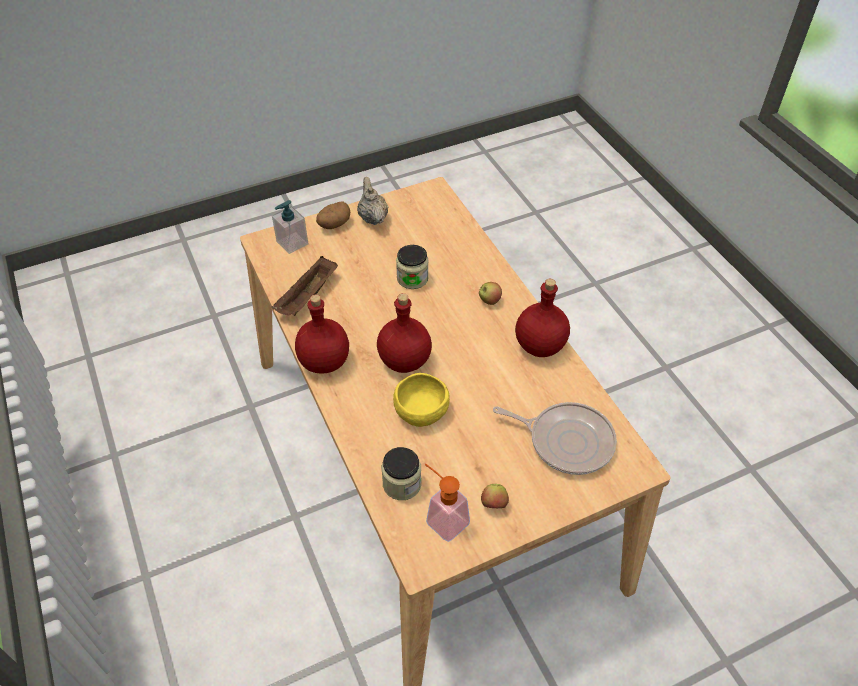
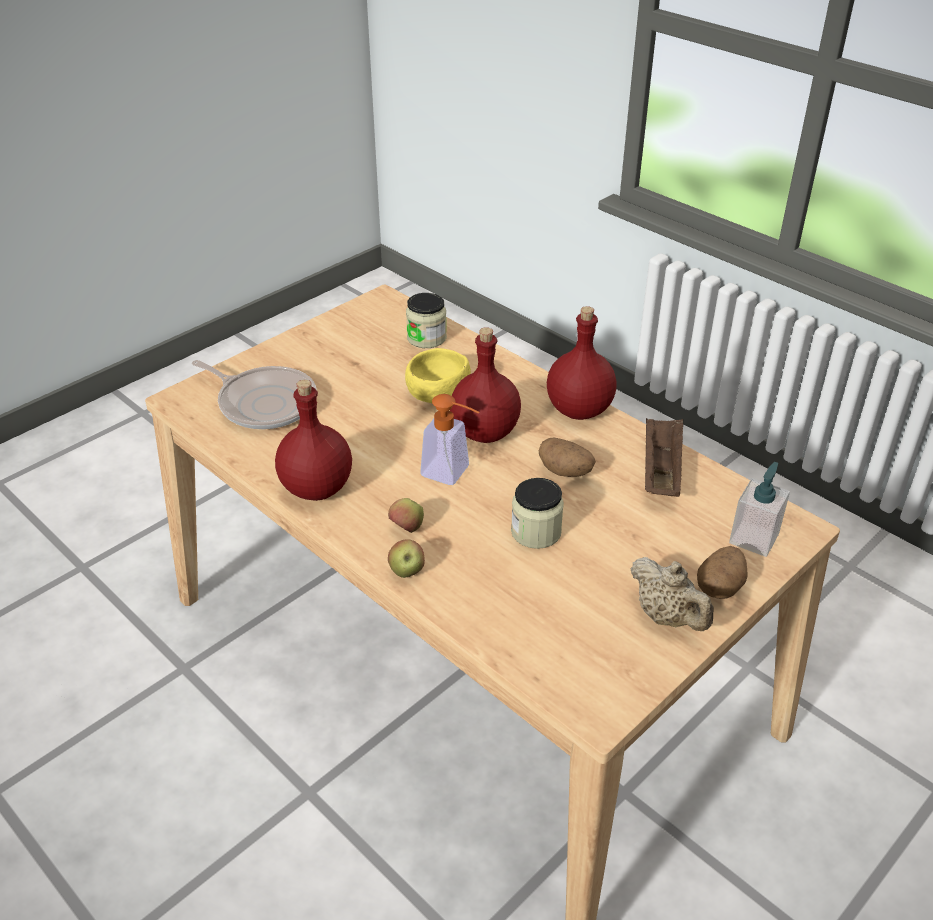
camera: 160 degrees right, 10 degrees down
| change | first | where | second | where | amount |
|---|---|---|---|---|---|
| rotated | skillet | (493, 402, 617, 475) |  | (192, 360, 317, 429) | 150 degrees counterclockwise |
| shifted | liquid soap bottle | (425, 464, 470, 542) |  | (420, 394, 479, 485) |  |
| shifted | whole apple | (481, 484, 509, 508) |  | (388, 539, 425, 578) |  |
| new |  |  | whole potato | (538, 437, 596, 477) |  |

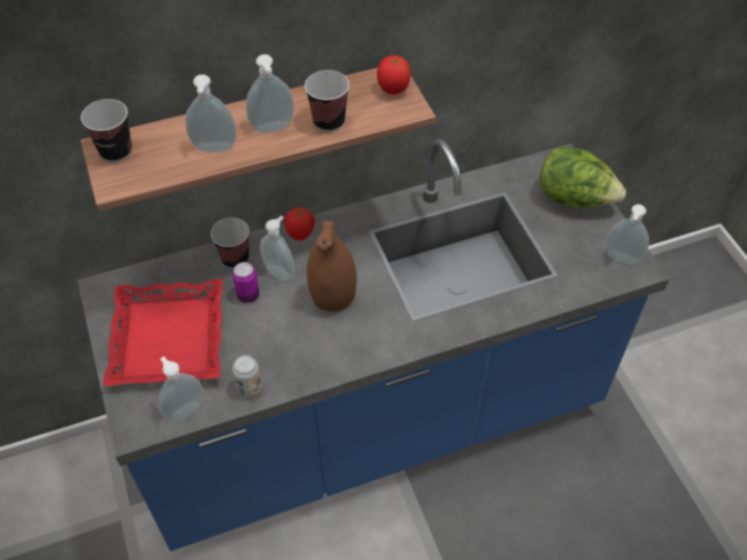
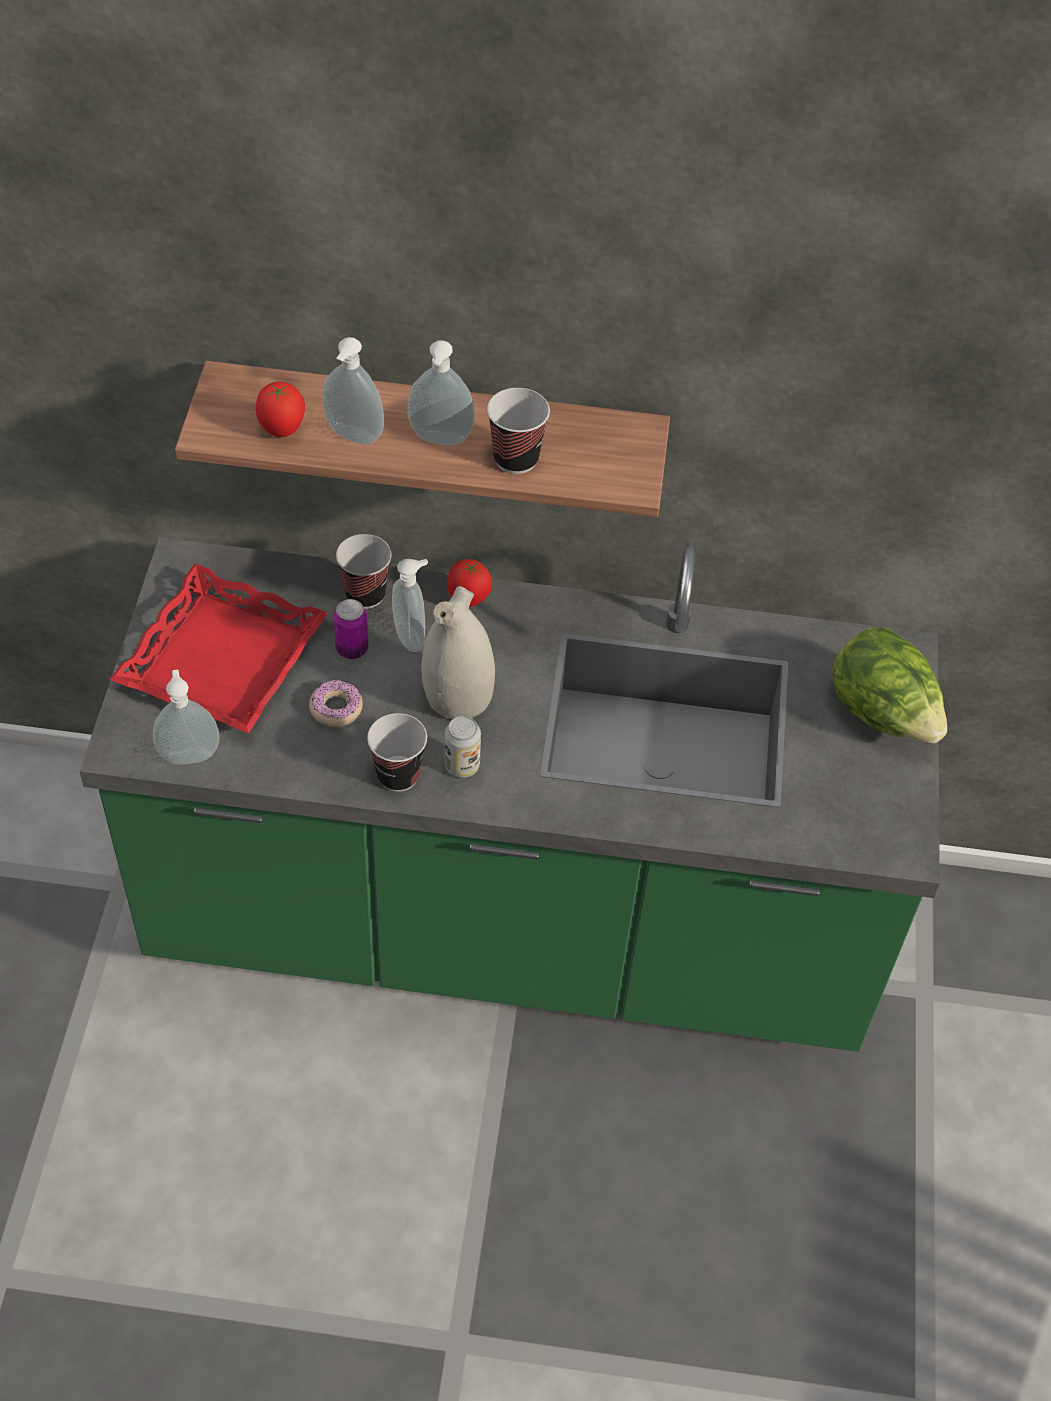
camera: 25 degrees right, 0 degrees up
| change | first | where | second | where | amount |
|---|---|---|---|---|---|
| shifted | whole tomato | (377, 55, 411, 95) |  | (256, 382, 305, 438) |  |
| shifted | drinking cup | (81, 99, 132, 162) |  | (367, 713, 427, 792) |  |
| repainted | kitchen counter/bluish | (77, 138, 669, 551) | kitchen counter/green-coloured | (79, 537, 940, 1052) |  |
| gone | liquid soap bottle | (605, 204, 649, 265) |  |  |  |
| repainted | decorative vase/brown-coloured | (307, 221, 357, 312) | decorative vase/white | (421, 586, 495, 719) |  |
| shifted | sealed can | (232, 355, 262, 398) |  | (445, 716, 481, 778) |  |
| new |  |  | doughnut | (309, 680, 363, 727) |  |

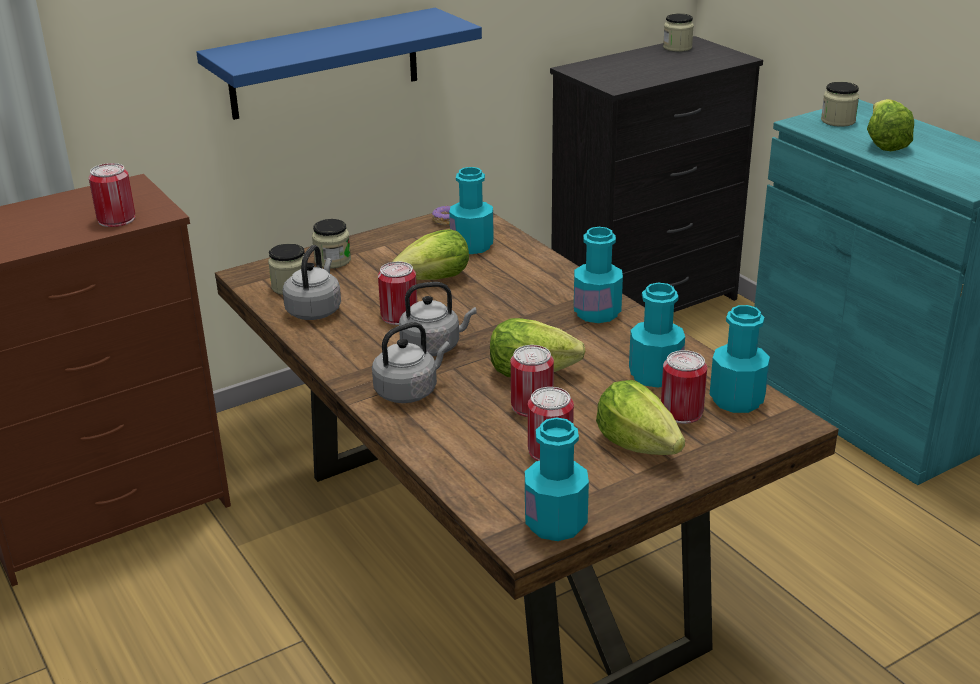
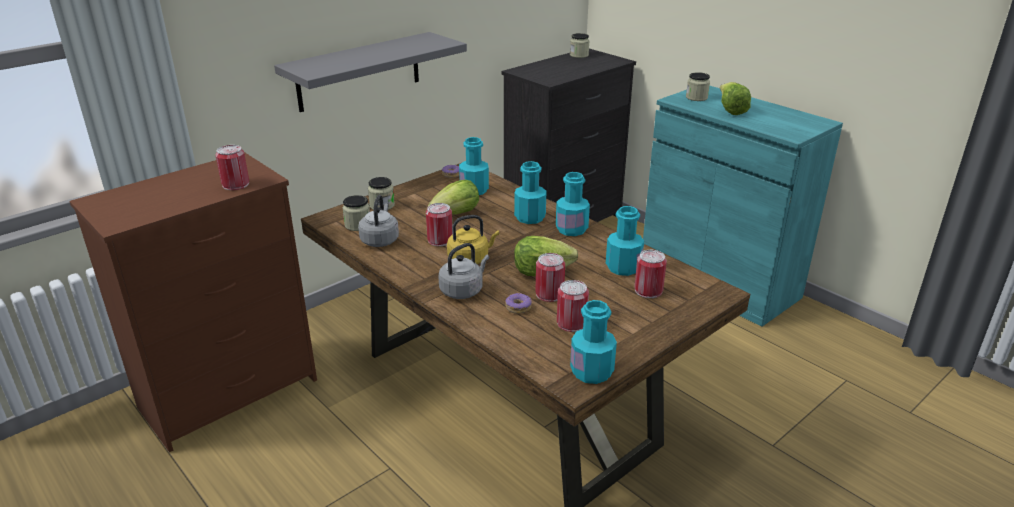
camera: 10 degrees left, 0 degrees up
| change | first | where | second | where | amount |
|---|---|---|---|---|---|
| repainted | wall shelf/bluish | (196, 8, 482, 120) | wall shelf/grey | (274, 32, 467, 112) |  |
| repainted | kettle/grey | (399, 282, 477, 356) | kettle/yellowish | (447, 215, 499, 264) |  |
| shifted | bottle/turquoise | (709, 305, 770, 413) |  | (514, 161, 546, 224) |  |
| gone | lettuce head | (596, 380, 685, 455) |  |  |  |
| new |  |  | doughnut | (505, 293, 532, 314) |  |

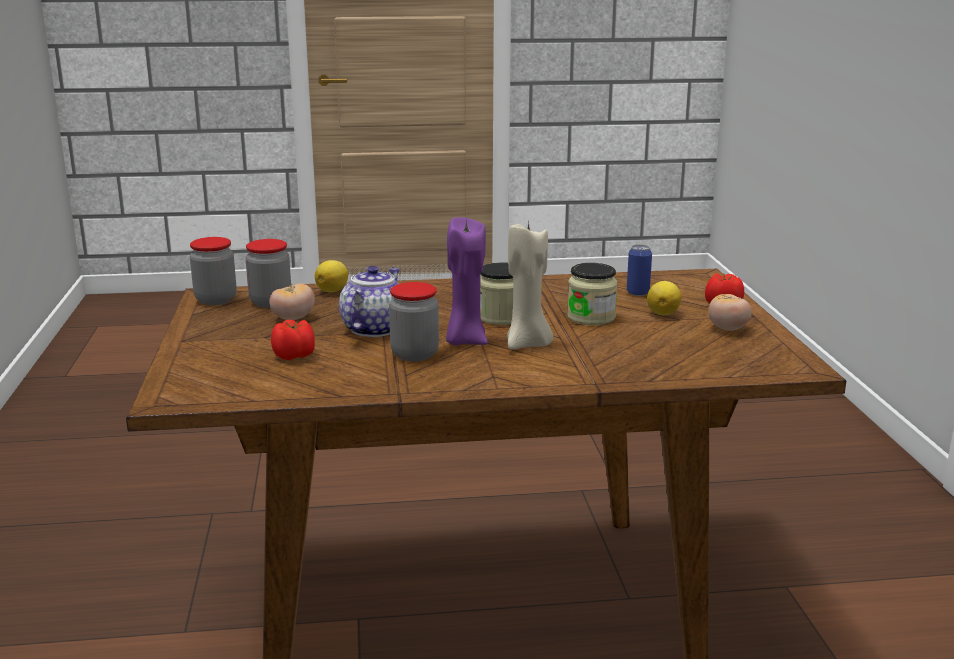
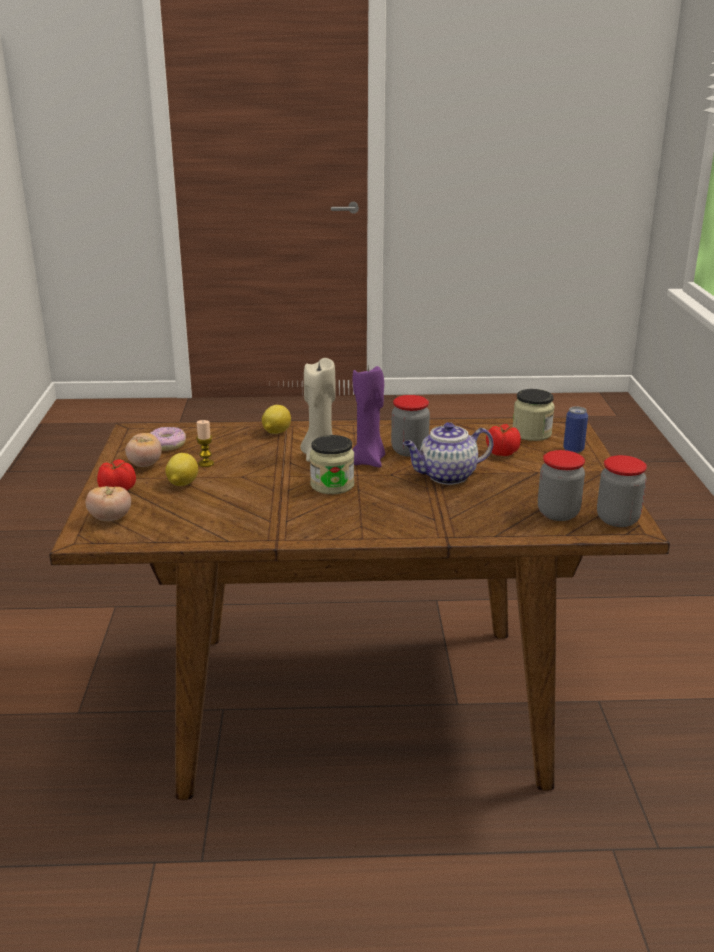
camera: 175 degrees left, 5 degrees up
| change | first | where | second | where | amount |
|---|---|---|---|---|---|
| shifted | sealed can | (627, 244, 652, 296) |  | (563, 406, 588, 453) |  |
| shifted | whole lemon | (315, 260, 348, 292) |  | (262, 405, 291, 434) |  |
| shifted | jar | (567, 263, 618, 325) |  | (513, 389, 555, 441) |  |
| rotated | teapot | (339, 266, 399, 337) |  | (403, 422, 493, 485) | 45 degrees clockwise |
| shifted | whole tomato | (269, 284, 315, 320) |  | (85, 486, 131, 521) |  |
| new |  |  | wax candle | (196, 420, 214, 467) |  |
| new |  |  | doughnut | (150, 427, 186, 451) |  |

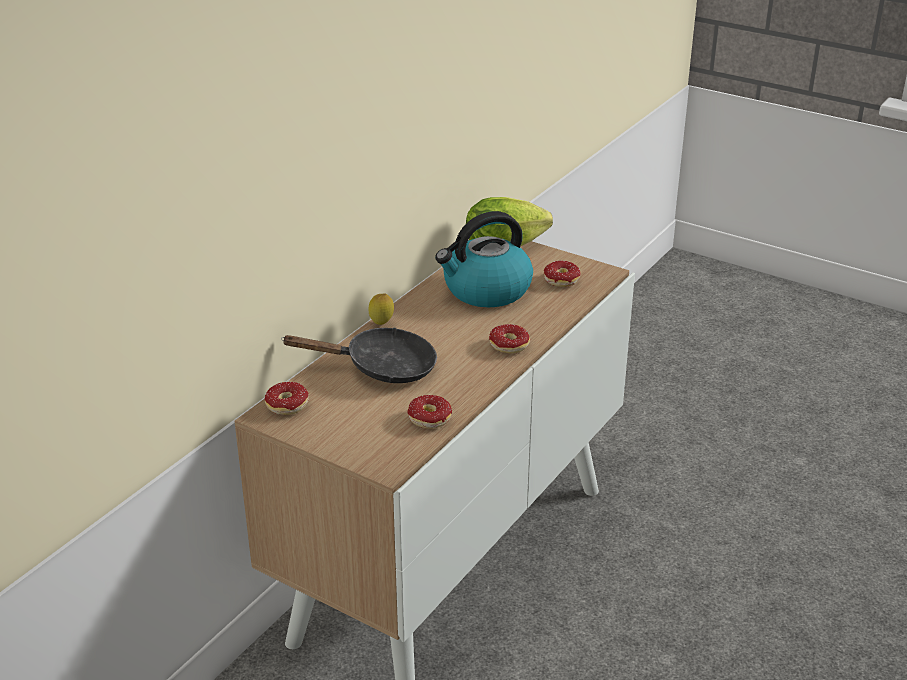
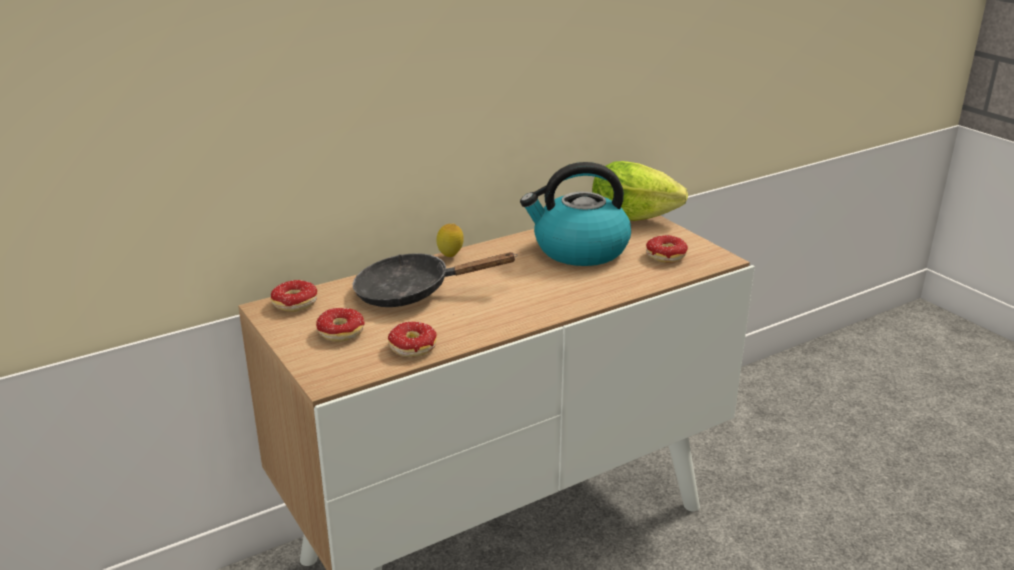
camera: 25 degrees right, 5 degrees down
| change | first | where | second | where | amount |
|---|---|---|---|---|---|
| shifted | doughnut | (489, 324, 530, 354) |  | (316, 308, 365, 342) |  |
| rotated | skillet/black-coloured | (281, 327, 437, 383) |  | (352, 252, 517, 307) | 150 degrees clockwise |

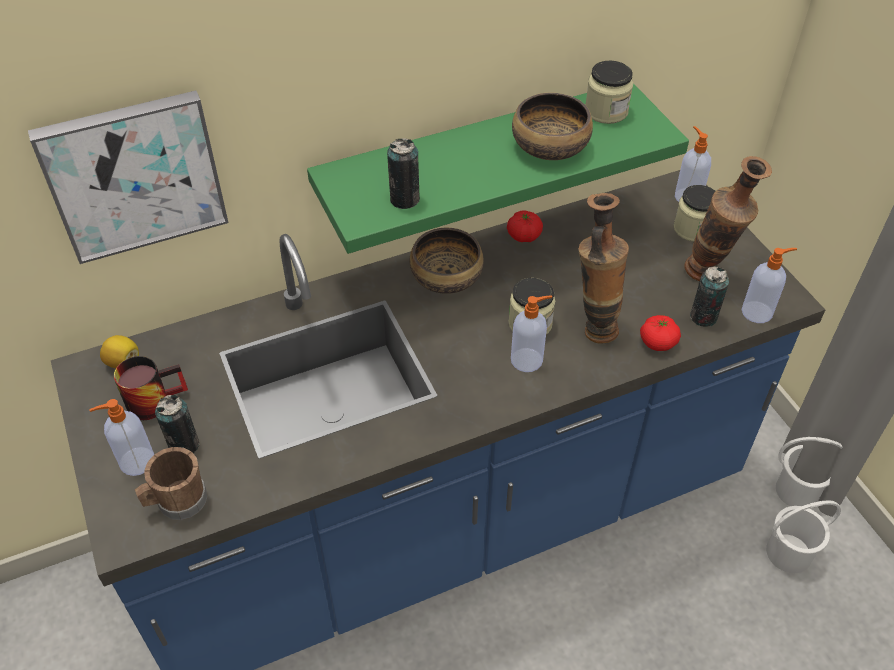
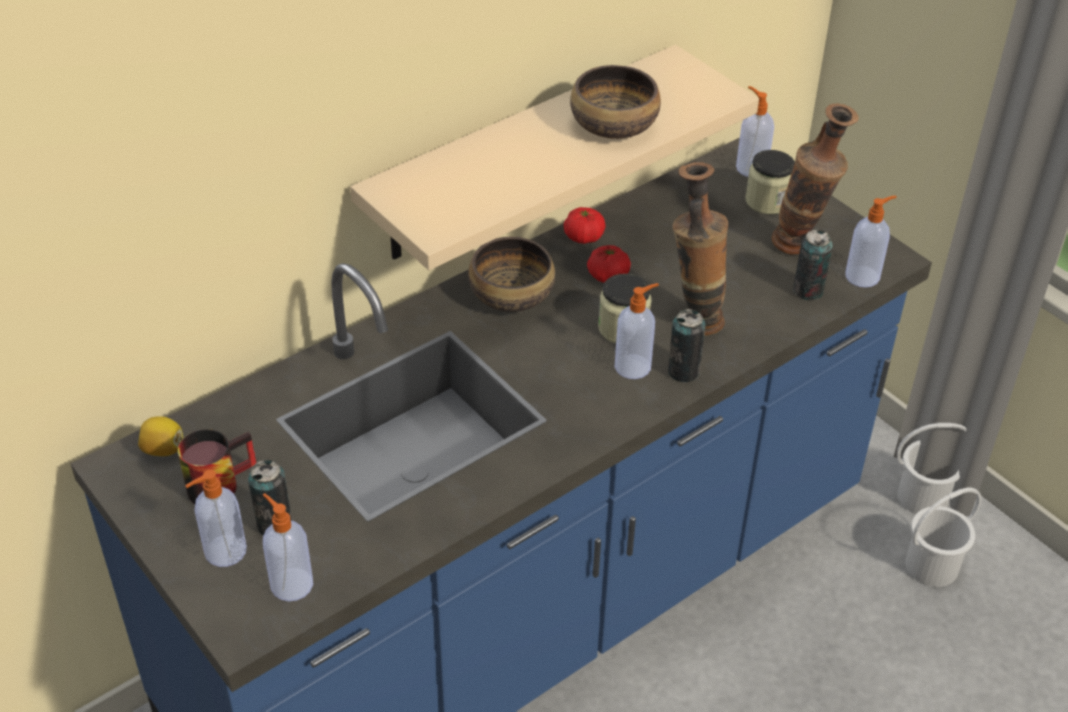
camera: 15 degrees left, 5 degrees down
| change | first | where | second | where | amount |
|---|---|---|---|---|---|
| gone | jar | (585, 61, 633, 124) |  |  |  |
| repainted | wall shelf/green-coloured | (307, 83, 689, 254) | wall shelf/beige-coloured | (350, 45, 759, 270) |  |
| gone | wall picture | (28, 90, 229, 264) |  |  |  |
| shifted | sealed can | (387, 138, 420, 209) |  | (668, 309, 706, 383) |  |
| shifted | whole tomato | (640, 315, 681, 351) |  | (587, 245, 631, 283) |  |
| swapped | tea mug/brown-coloured | (135, 447, 208, 520) | liquid soap bottle | (263, 493, 313, 601) |  |

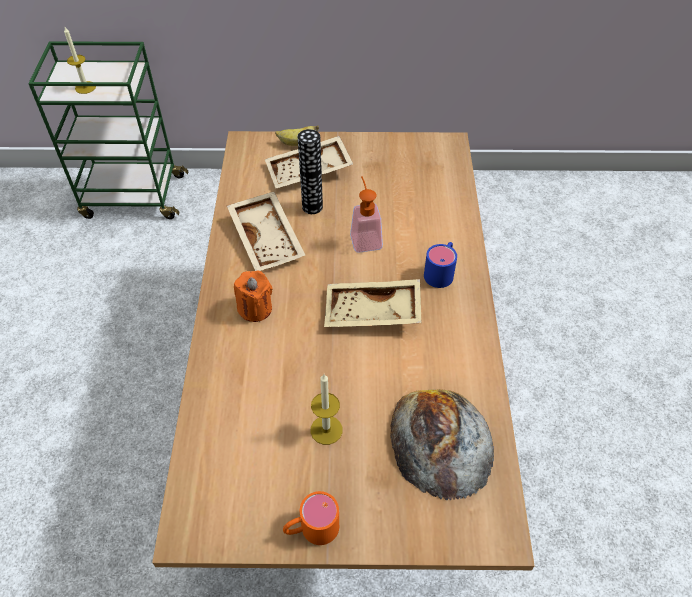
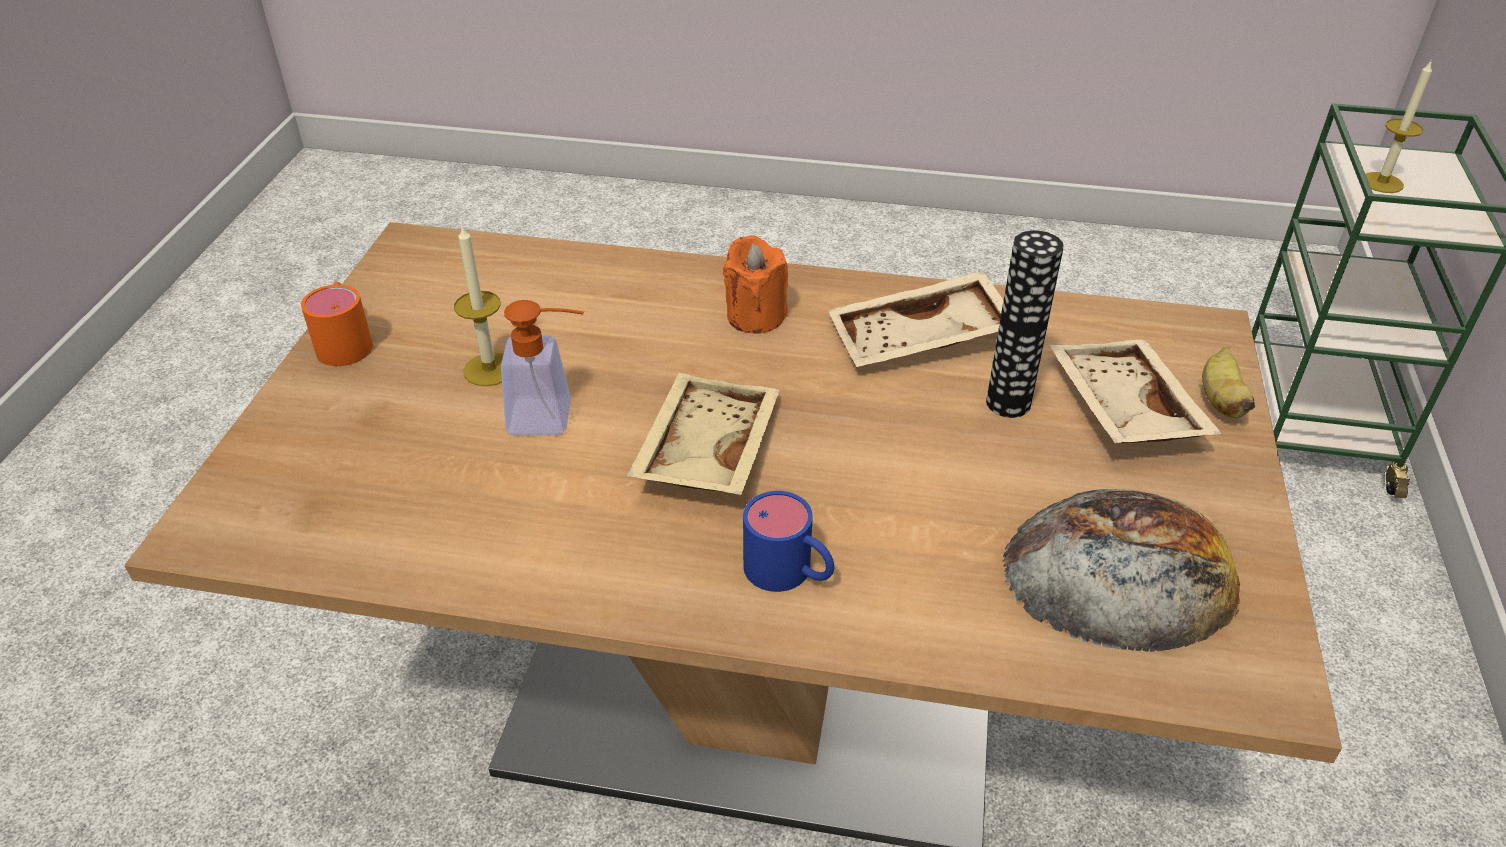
camera: 100 degrees right, 10 degrees down
| change | first | where | second | where | amount |
|---|---|---|---|---|---|
| shifted | liquid soap bottle | (350, 176, 383, 253) |  | (501, 300, 584, 435) |  |
| shifted | bakery bread | (390, 389, 494, 500) |  | (1002, 489, 1240, 652) |  |

